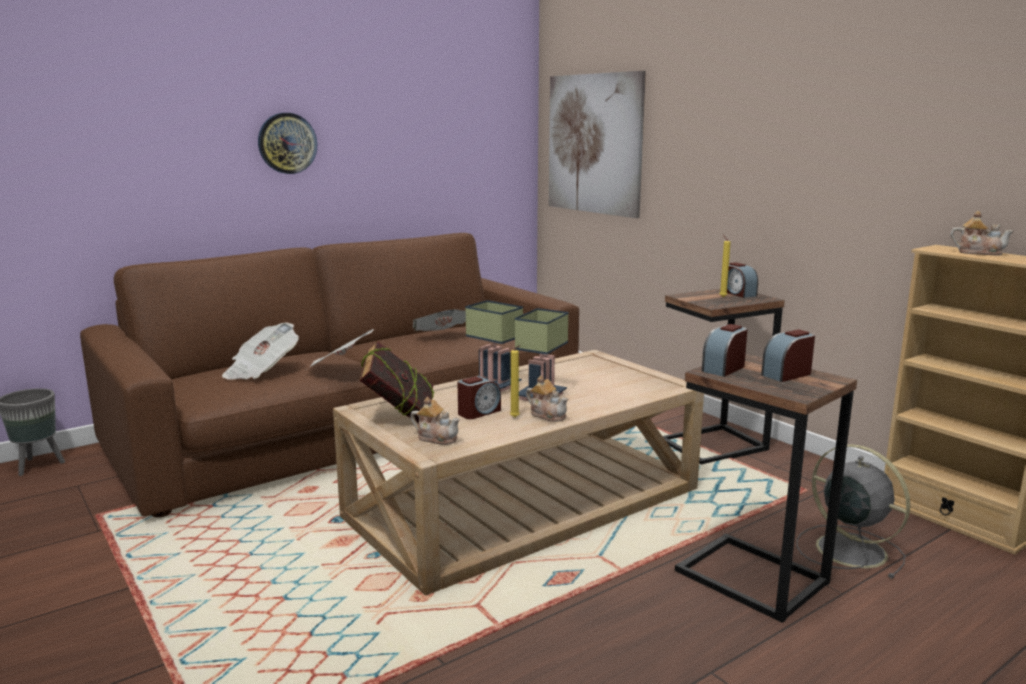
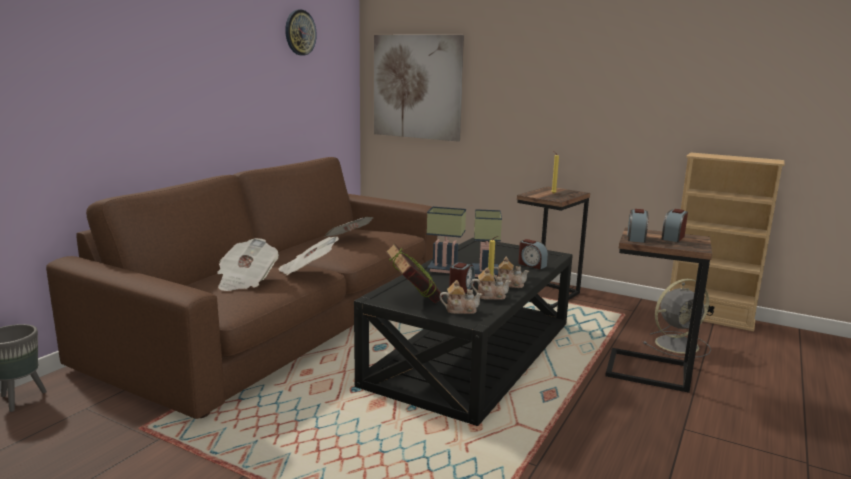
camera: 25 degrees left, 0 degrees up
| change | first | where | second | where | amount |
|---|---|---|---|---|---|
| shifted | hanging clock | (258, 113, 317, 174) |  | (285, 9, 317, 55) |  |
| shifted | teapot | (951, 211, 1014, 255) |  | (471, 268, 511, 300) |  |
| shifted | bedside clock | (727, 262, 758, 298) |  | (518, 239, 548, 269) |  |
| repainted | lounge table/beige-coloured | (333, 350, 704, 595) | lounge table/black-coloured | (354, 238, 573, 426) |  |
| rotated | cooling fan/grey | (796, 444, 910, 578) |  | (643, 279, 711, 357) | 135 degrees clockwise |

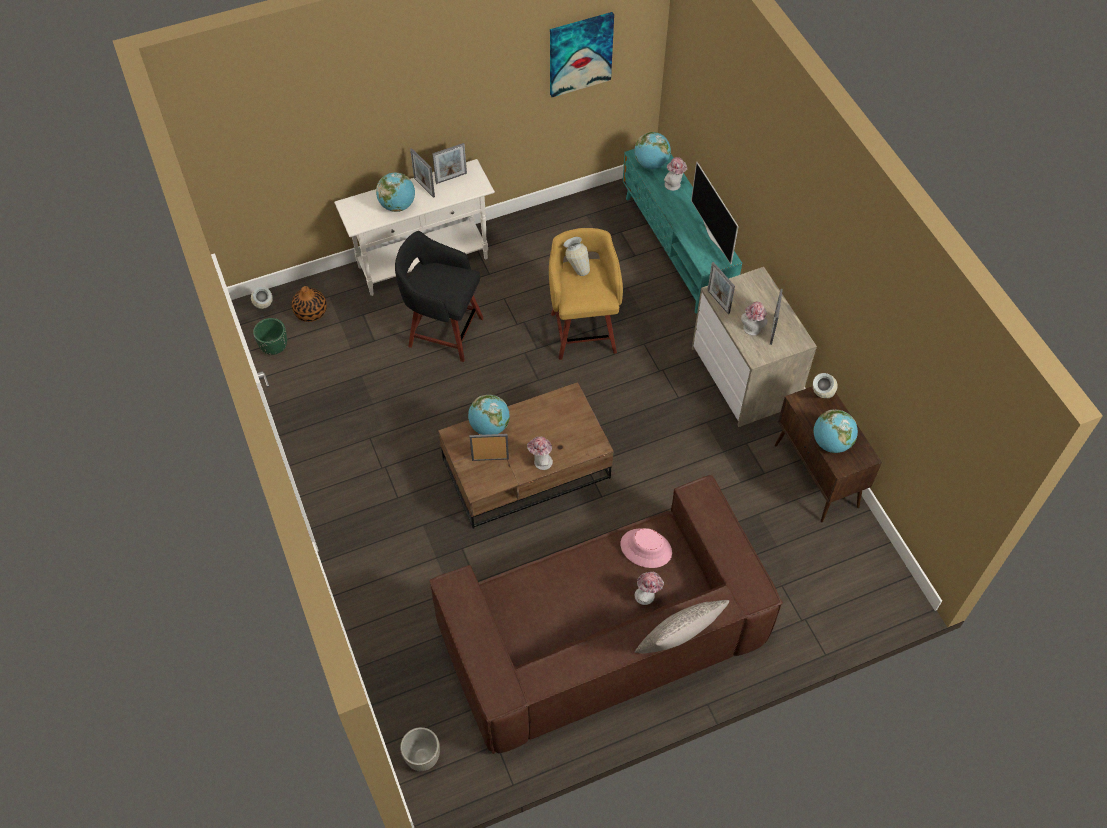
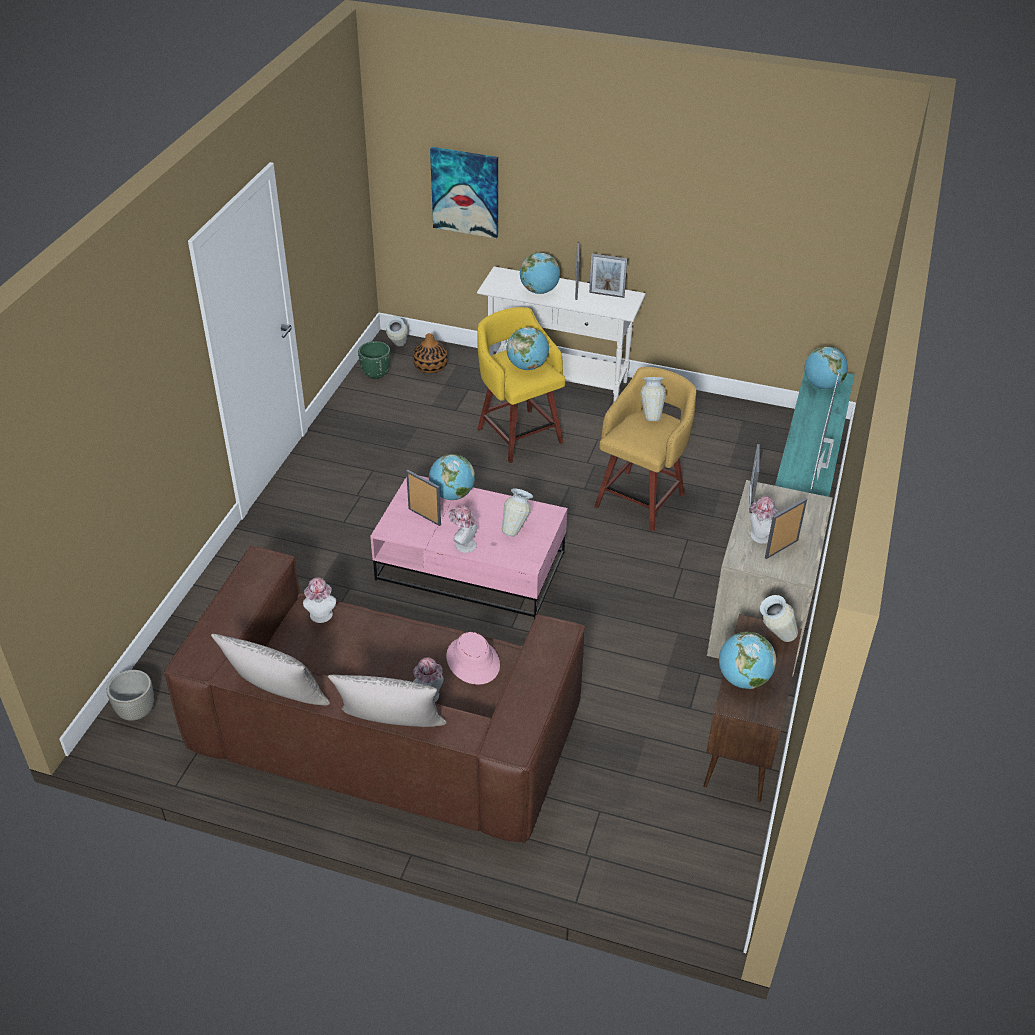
camera: 40 degrees right, 15 degrees down
| change | first | where | second | where | amount |
|---|---|---|---|---|---|
| shifted | wall picture | (550, 12, 614, 97) |  | (430, 147, 498, 239) |  |
| shifted | wearable hat | (664, 157, 687, 191) |  | (303, 577, 336, 623) |  |
| repainted | stool seat/black-coloured | (395, 231, 484, 362) | stool seat/yellowish | (477, 307, 566, 463) |  |
| repainted | lounge table/brown-coloured | (438, 382, 614, 529) | lounge table/pinkish | (370, 476, 567, 618) |  |
| new |  |  | globe | (506, 327, 549, 370) |  |
| new |  |  | decorative vase | (502, 489, 533, 537) |  |
| new |  |  | pillow/grey | (211, 634, 330, 705) |  |

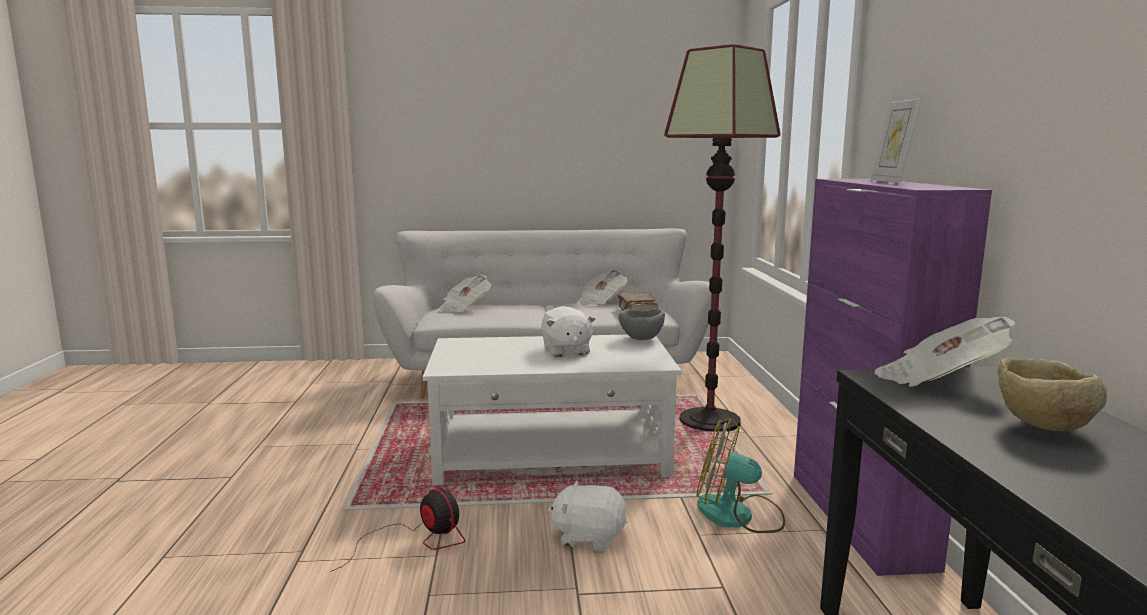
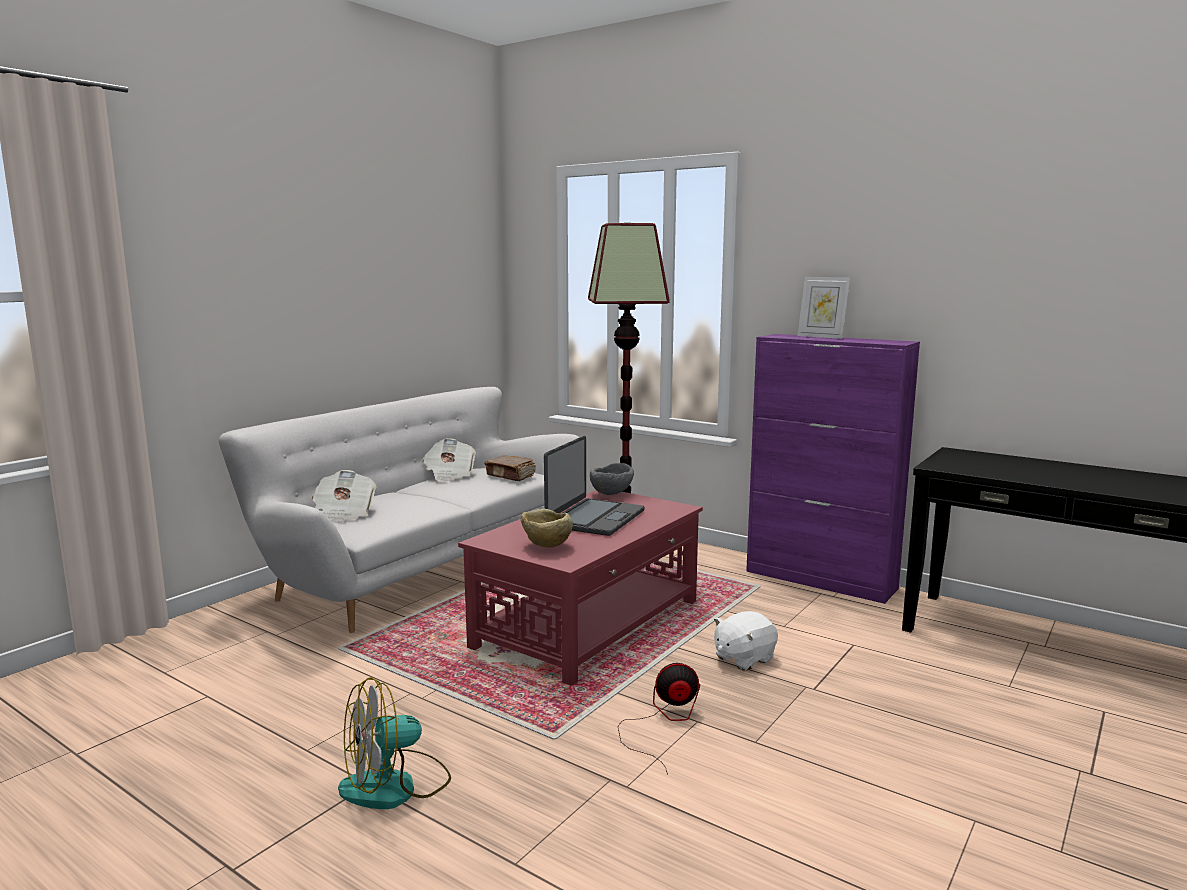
camera: 50 degrees left, 0 degrees up
| change | first | where | second | where | amount |
|---|---|---|---|---|---|
| swapped | soft toy/white | (541, 306, 595, 357) | notebook computer | (544, 436, 645, 536) |  |
| gone | printed paper | (874, 317, 1016, 387) |  |  |  |
| repainted | lounge table/white | (423, 335, 681, 485) | lounge table/red-coloured | (458, 490, 703, 686) |  |
| shifted | deep dish/beige-coloured | (998, 357, 1107, 431) |  | (521, 508, 573, 547) |  |
| shifted | cooling fan | (697, 418, 785, 533) |  | (338, 677, 451, 809) |  |

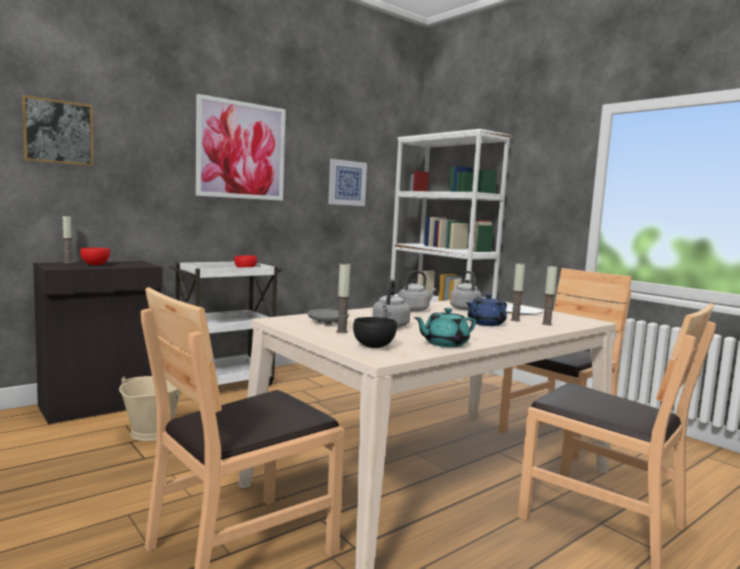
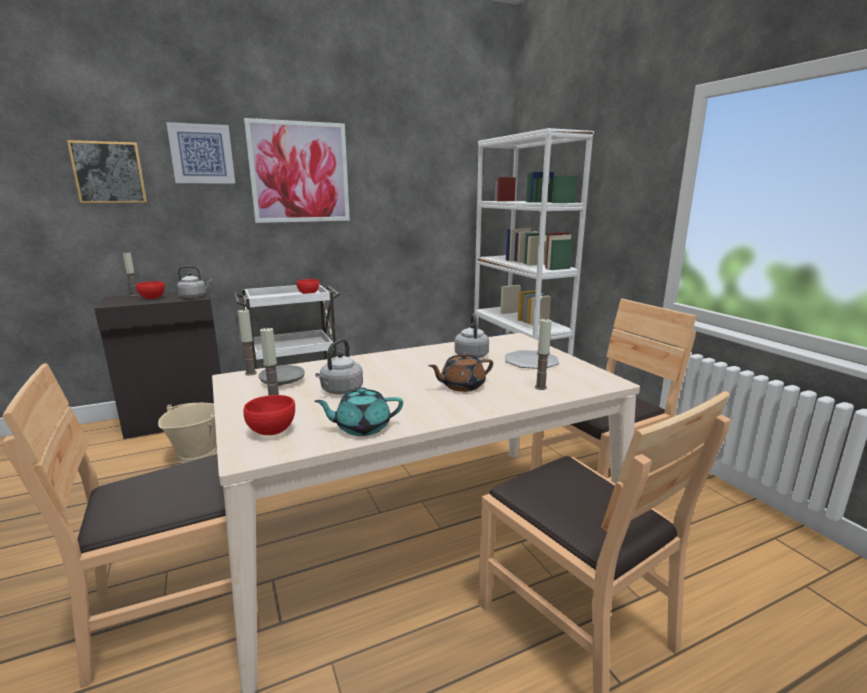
camera: 15 degrees right, 10 degrees up
| change | first | where | second | where | amount |
|---|---|---|---|---|---|
| shifted | wall picture | (328, 159, 367, 206) |  | (166, 122, 235, 184) |  |
| shifted | wax candle | (510, 262, 525, 321) |  | (238, 309, 257, 375) |  |
| shifted | kettle/grey | (398, 271, 436, 312) |  | (177, 266, 212, 298) |  |
| repainted | teapot/bluish | (466, 294, 507, 326) | teapot/brown-coloured | (428, 352, 493, 392) |  |
| repainted | deep dish/black-coloured | (353, 317, 397, 348) | deep dish/red-coloured | (243, 395, 295, 435) |  |

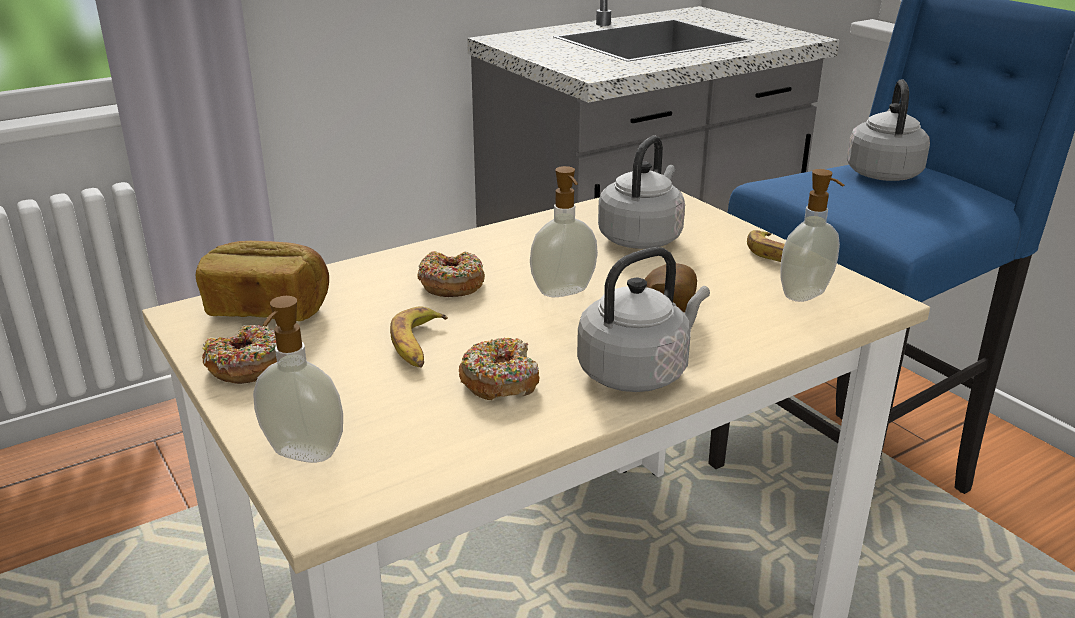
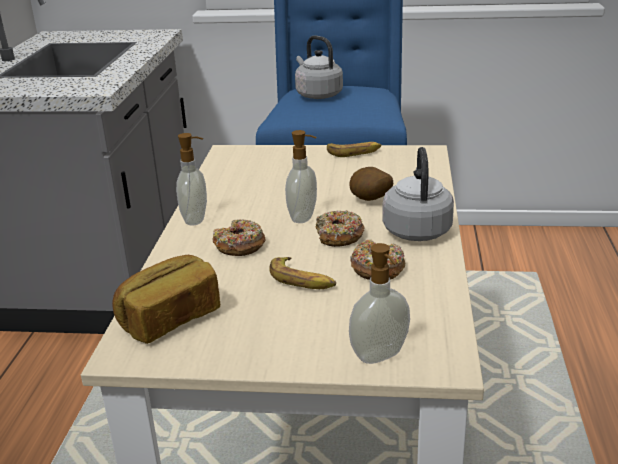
camera: 50 degrees left, 0 degrees up
| change | first | where | second | where | amount |
|---|---|---|---|---|---|
| gone | kettle/grey | (598, 135, 685, 249) |  |  |  |
| shifted | liquid soap bottle | (780, 169, 844, 302) |  | (176, 133, 207, 225) |  |
| shifted | doughnut | (202, 325, 277, 384) |  | (316, 210, 365, 247) |  |

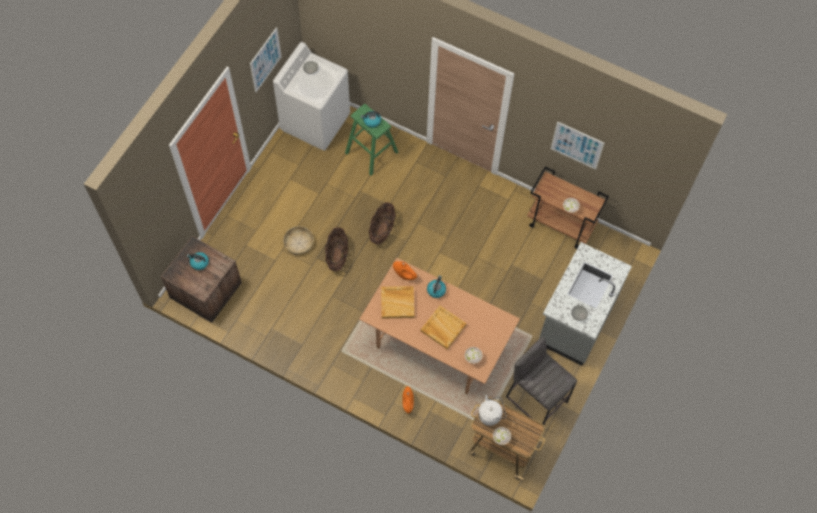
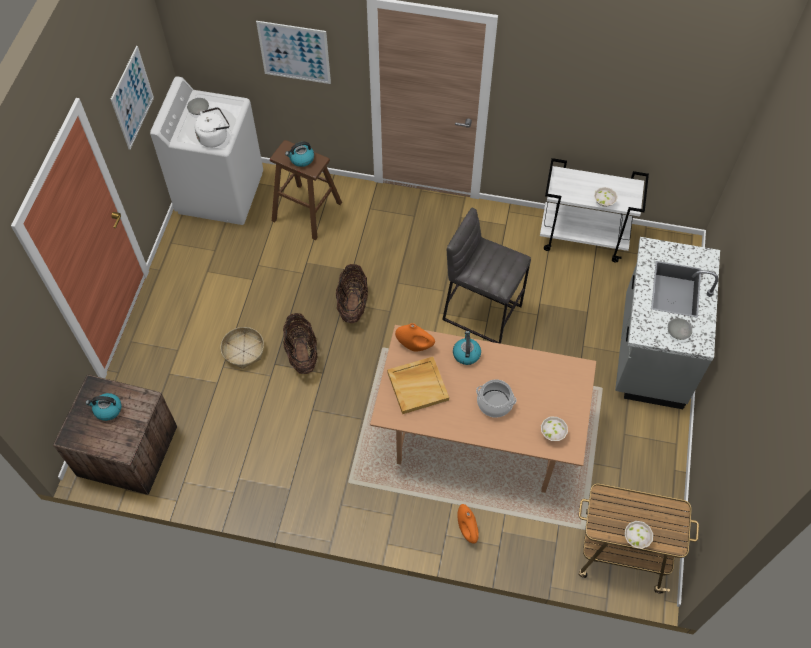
camera: 15 degrees left, 5 degrees down
| change | first | where | second | where | amount |
|---|---|---|---|---|---|
| repainted | stool seat/green-coloured | (345, 104, 398, 176) | stool seat/brown-coloured | (270, 140, 342, 240) |  |
| shifted | wall picture | (551, 121, 604, 170) |  | (256, 21, 331, 84) |  |
| repainted | wheeled cart/brown-coloured | (527, 167, 609, 249) | wheeled cart/white | (540, 158, 649, 263) |  |
| swapped | serving tray/beige-coloured | (421, 306, 467, 349) | saucepot | (476, 379, 517, 418) |  |
| shifted | stool seat/grey | (506, 336, 577, 425) |  | (442, 208, 531, 344) |  |
| shifted | kettle/white | (478, 395, 506, 426) |  | (195, 107, 230, 148) |  |

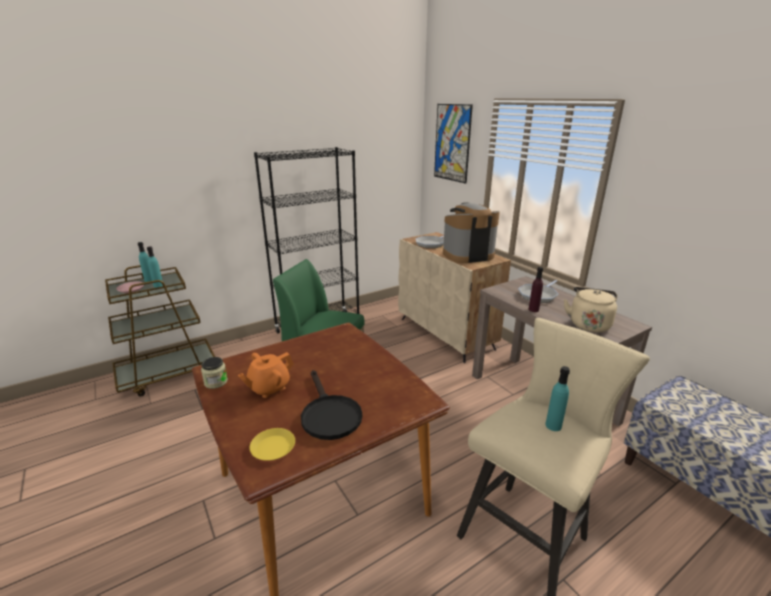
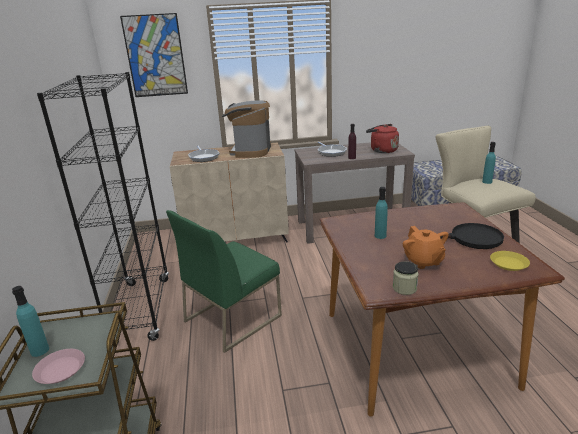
camera: 65 degrees left, 0 degrees up
| change | first | where | second | where | amount |
|---|---|---|---|---|---|
| shifted | bottle/turquoise | (147, 246, 163, 288) |  | (375, 187, 388, 239) |  |
| repainted | kettle/beige-coloured | (564, 287, 618, 332) | kettle/red-coloured | (366, 124, 399, 153) |  |

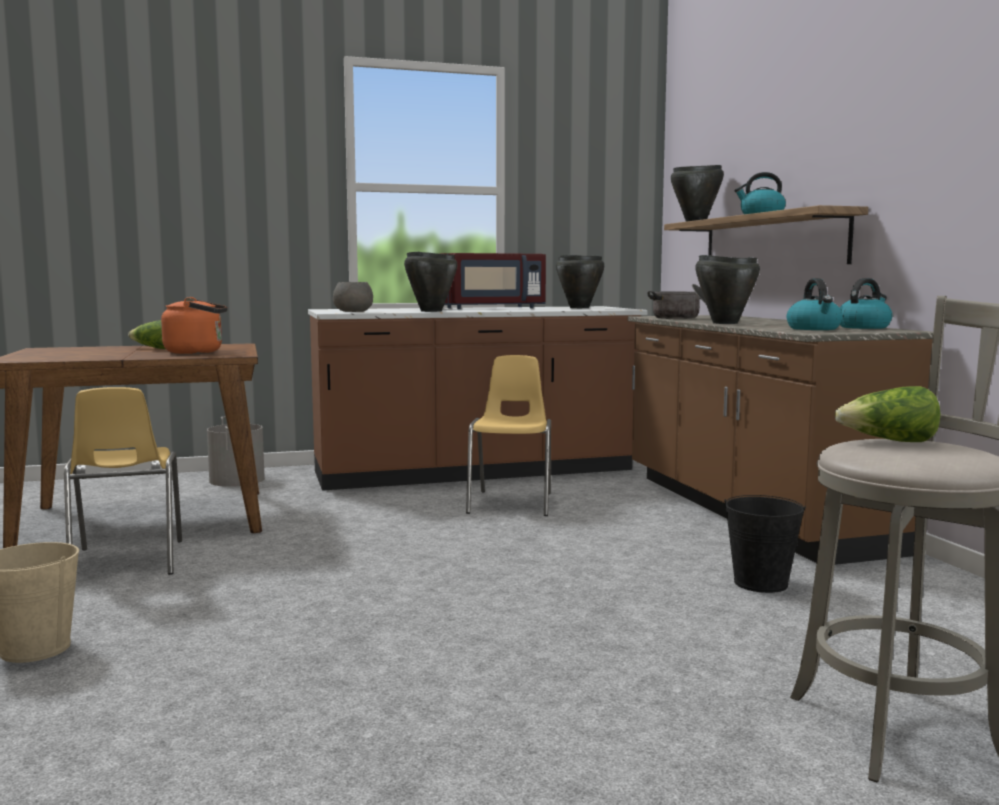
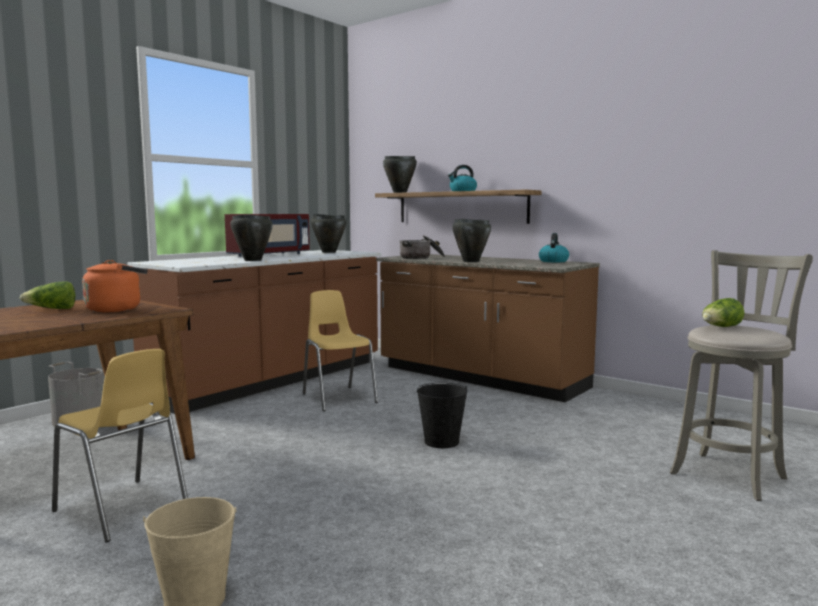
camera: 35 degrees left, 0 degrees up
| change | first | where | second | where | amount |
|---|---|---|---|---|---|
| gone | kettle | (787, 278, 843, 330) |  |  |  |
| gone | deep dish/grey | (333, 282, 373, 312) |  |  |  |
| shifted | pail/black-coloured | (724, 495, 806, 593) |  | (417, 383, 467, 448) |  |

